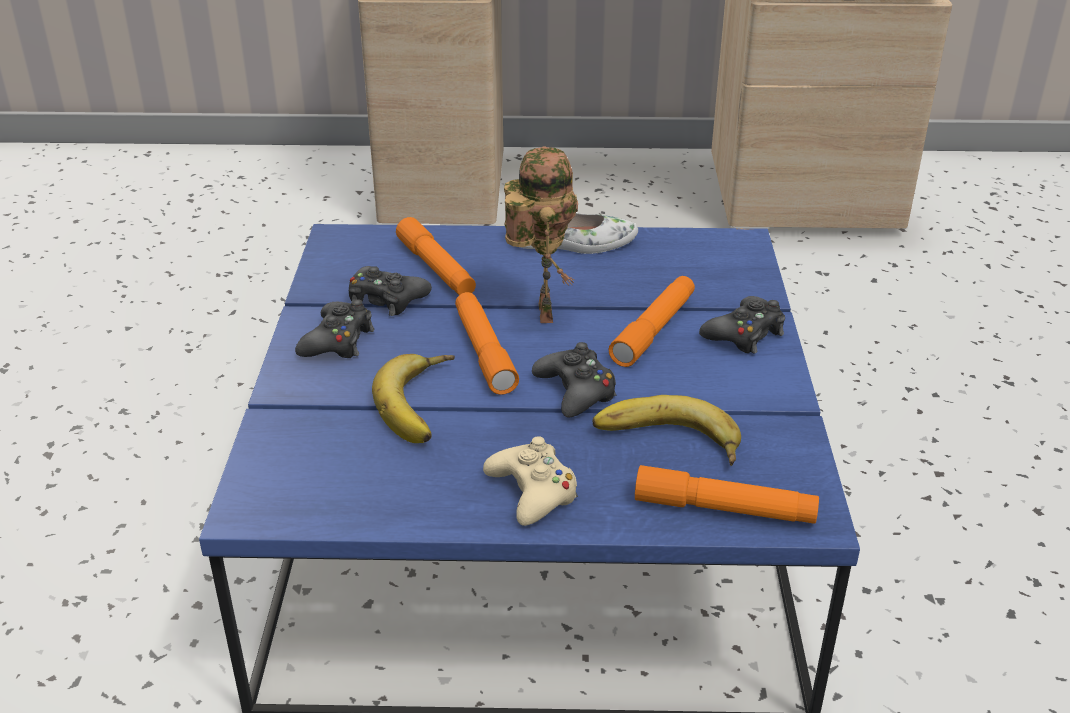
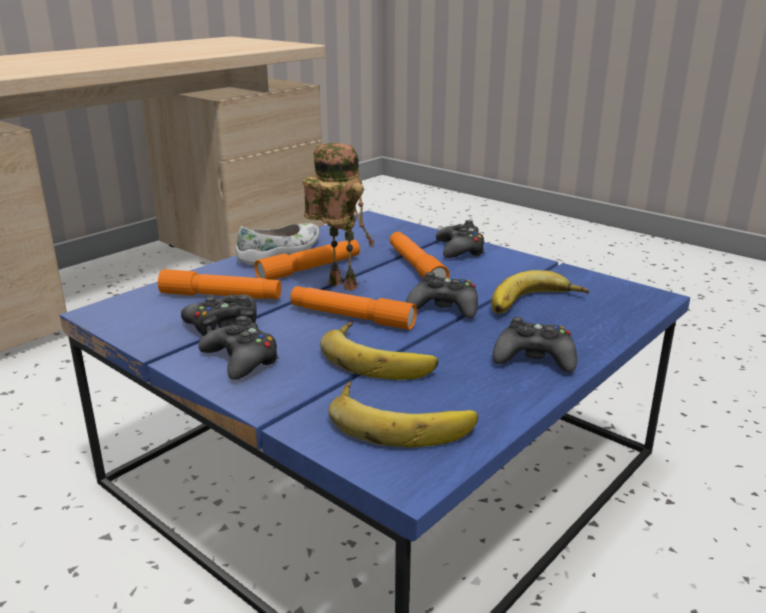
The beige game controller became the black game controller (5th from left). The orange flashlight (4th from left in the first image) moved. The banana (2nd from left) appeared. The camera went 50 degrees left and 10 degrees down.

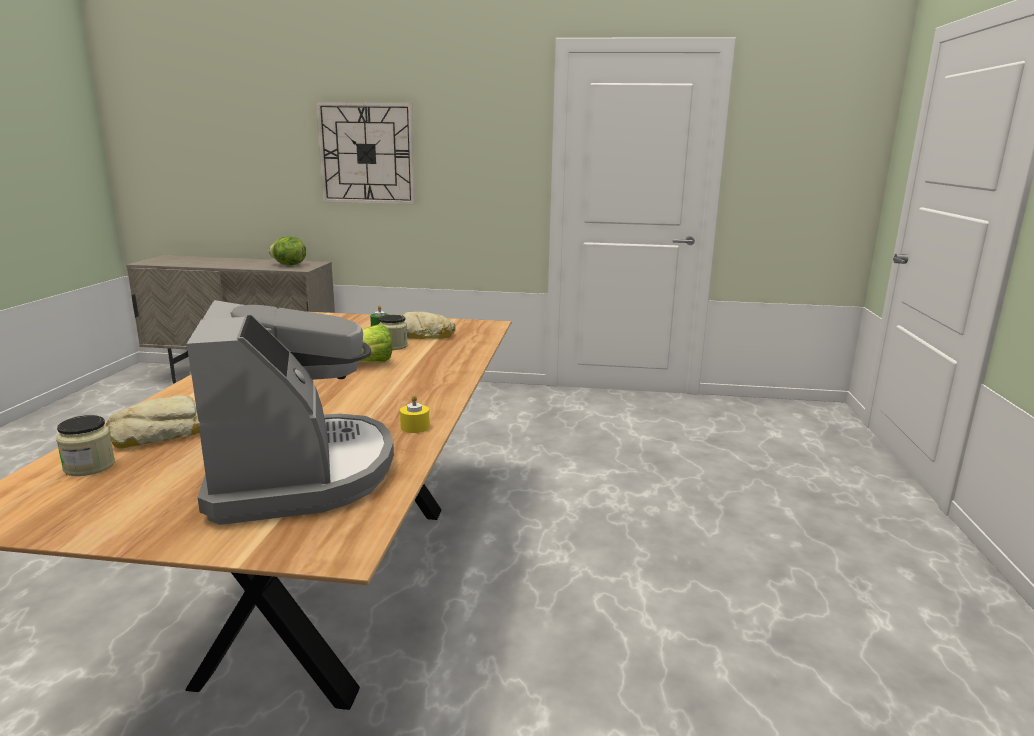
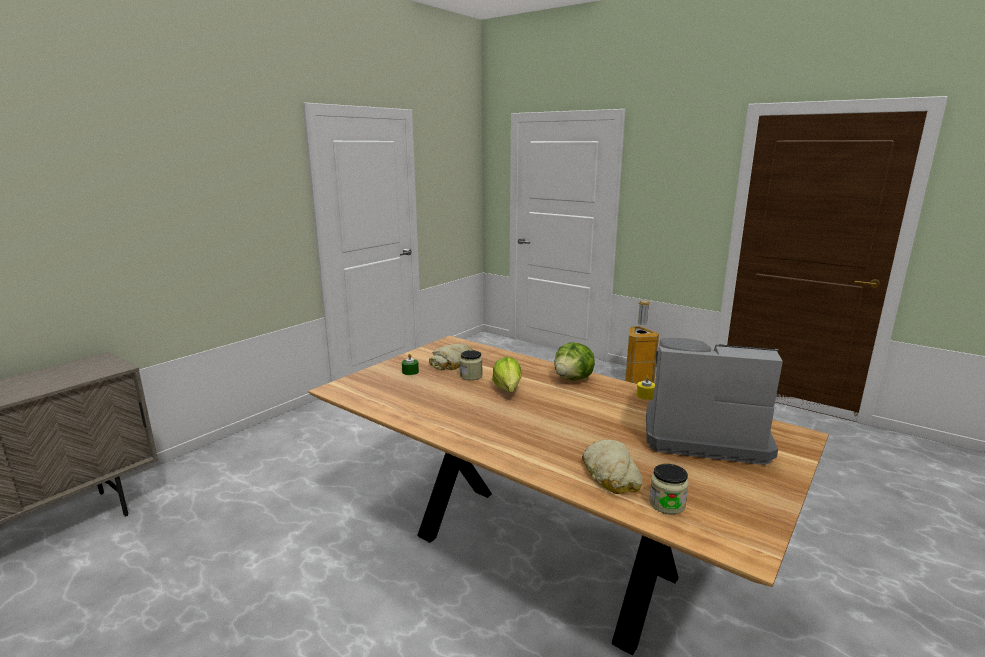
The wall clock disappeared. The lettuce (1st from left in the first image) moved. The trash can appeared. The camera went 60 degrees left and 0 degrees up.

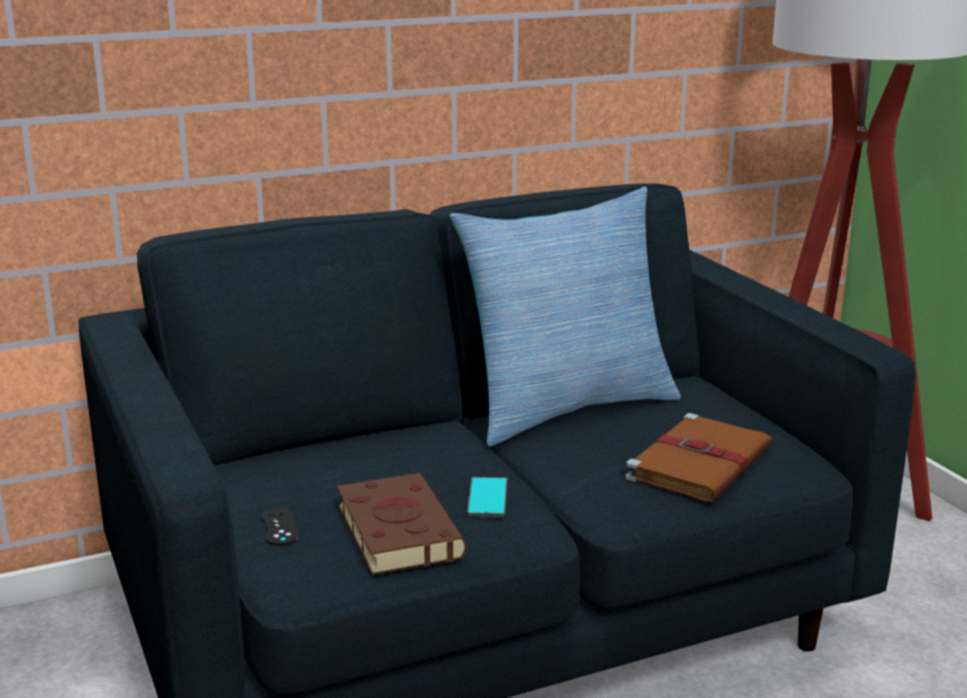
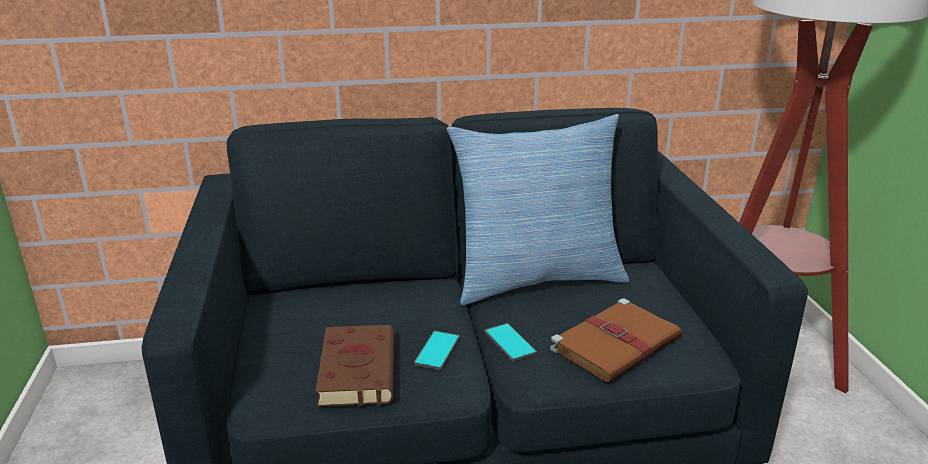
The black game controller disappeared. The phone (2nd from left) appeared. The camera went 15 degrees right and 5 degrees up.

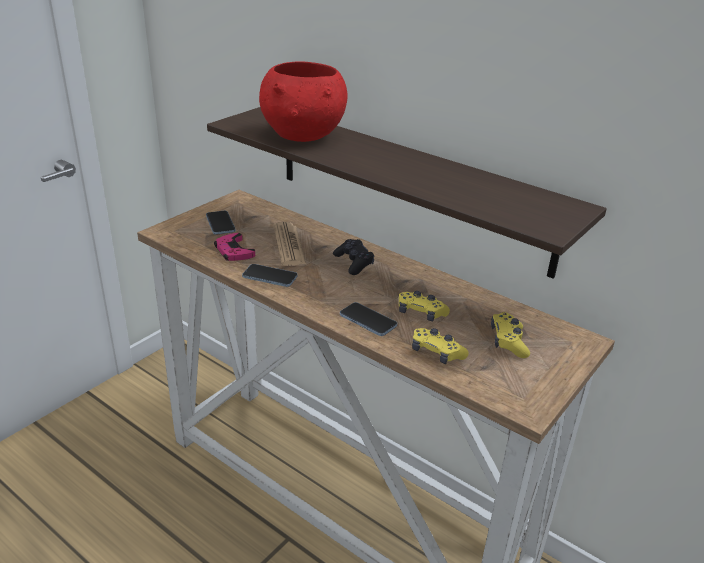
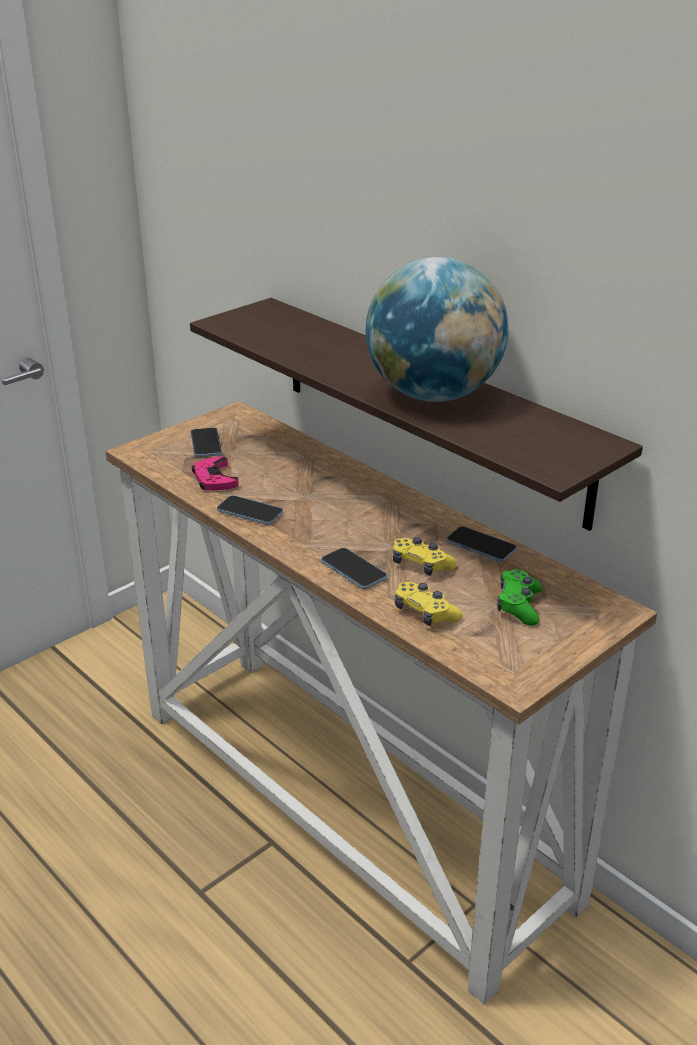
The red bowl disappeared. The newspaper disappeared. The black game controller disappeared. The yellow game controller (3rd from left) became the green game controller. The globe appeared. The phone (4th from left) appeared. The camera went 10 degrees right and 0 degrees up.

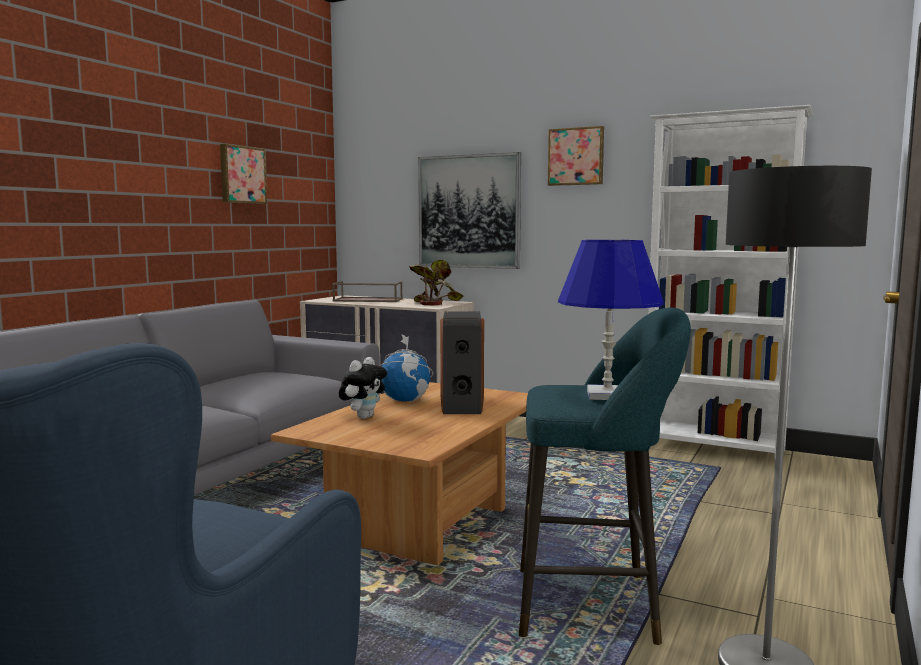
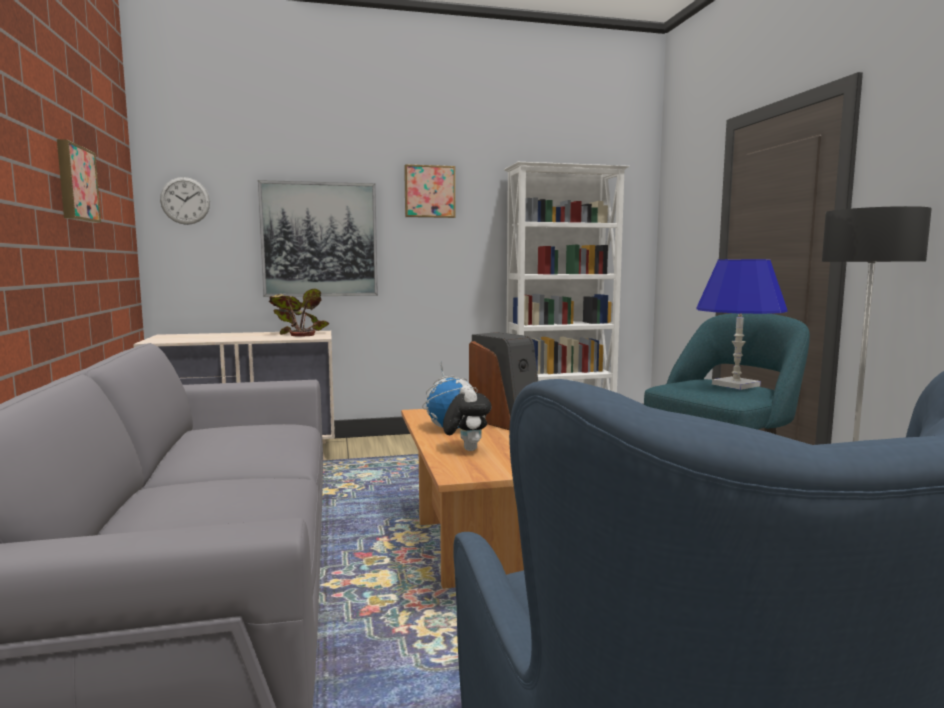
The brown tray disappeared. The wall clock appeared. The camera went 40 degrees left and 0 degrees up.

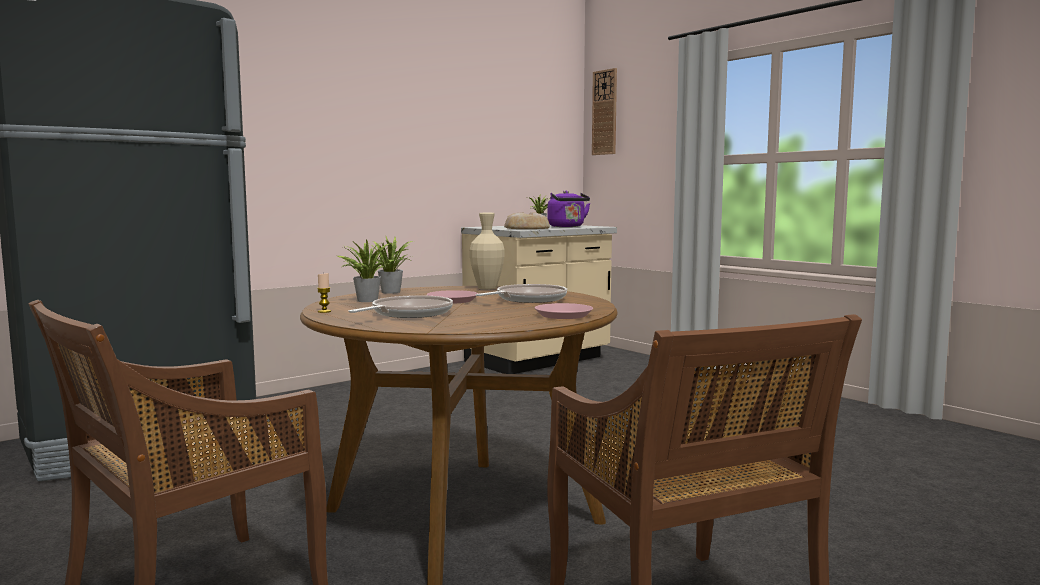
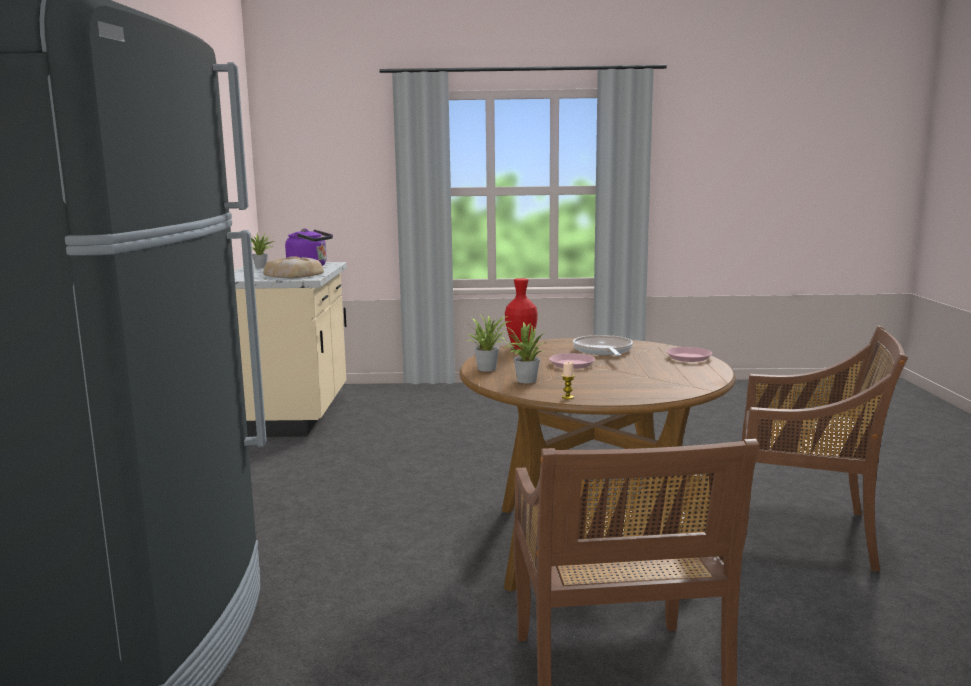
The wall clock disappeared. The beige vase became the red vase. The frying pan (1st from left) disappeared. The camera went 50 degrees left and 5 degrees up.

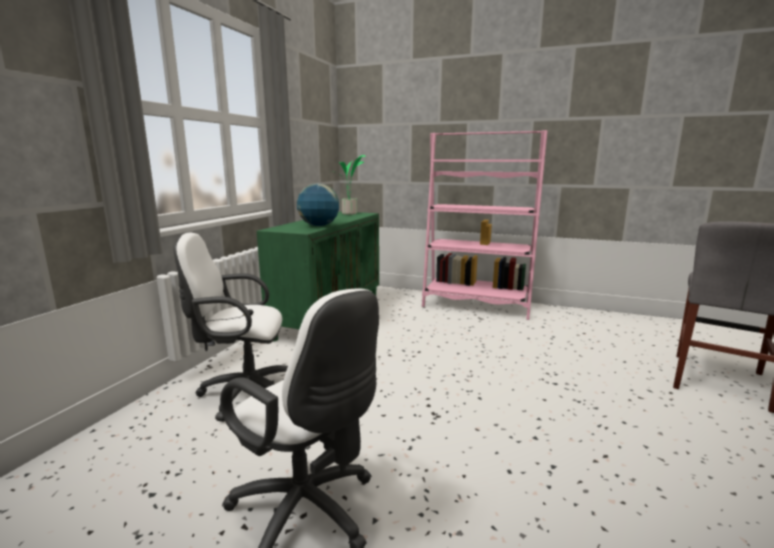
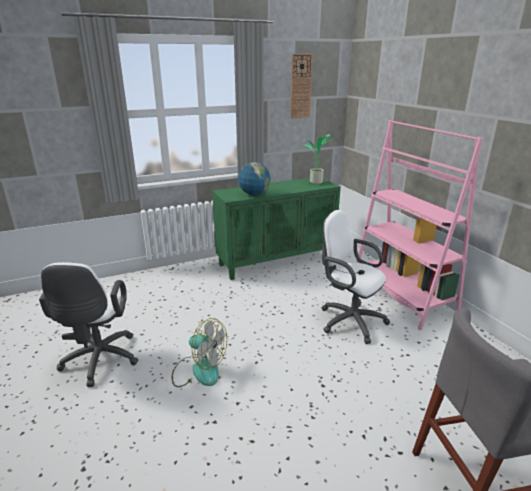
The white office chair (1st from left in the first image) moved. The wall clock appeared. The fan appeared. The camera went 45 degrees right and 10 degrees up.

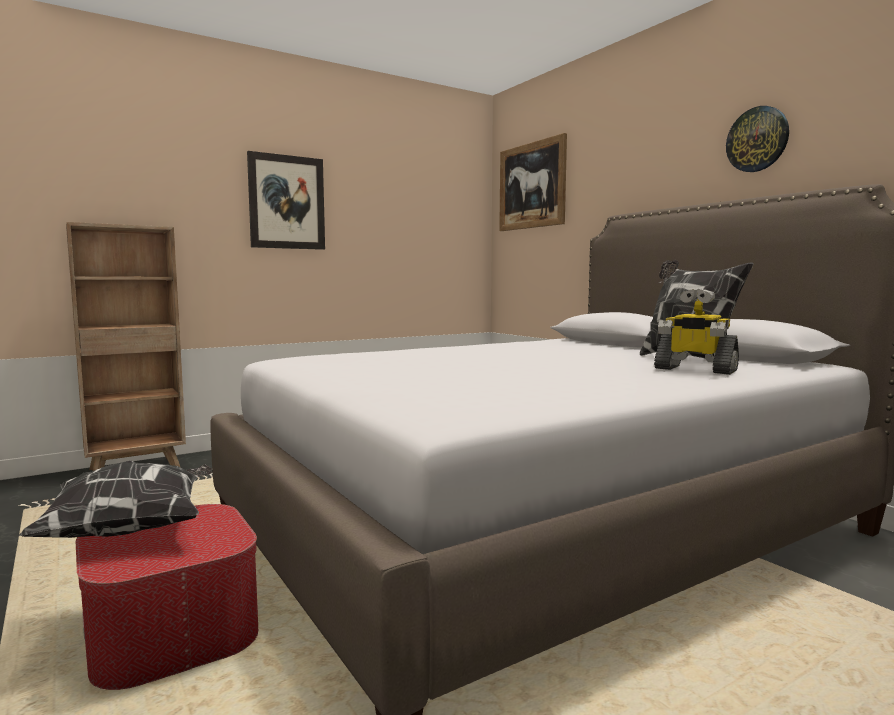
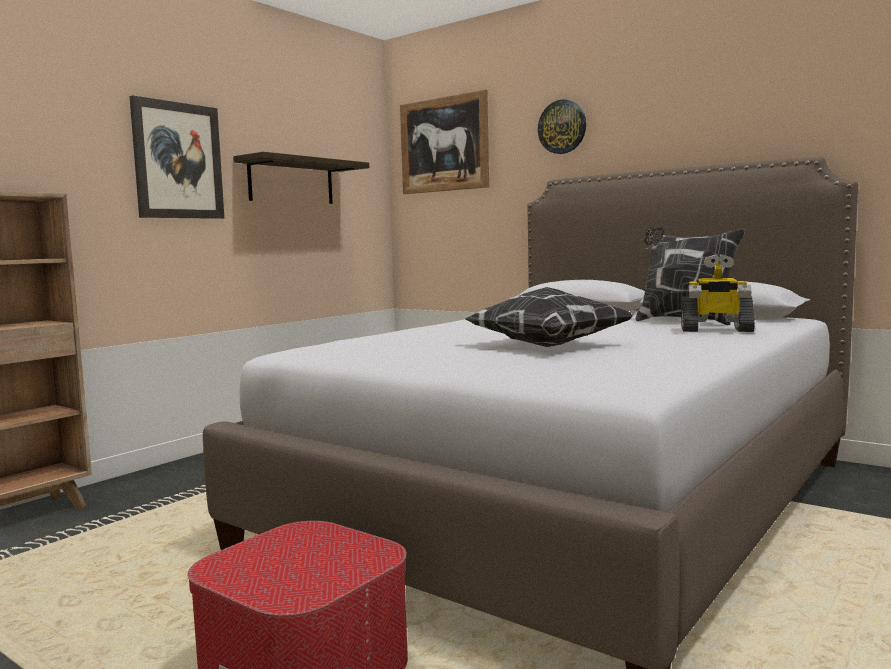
The wall clock moved. The pillow (1st from left) moved. The shelf appeared. The camera went 20 degrees left and 0 degrees up.

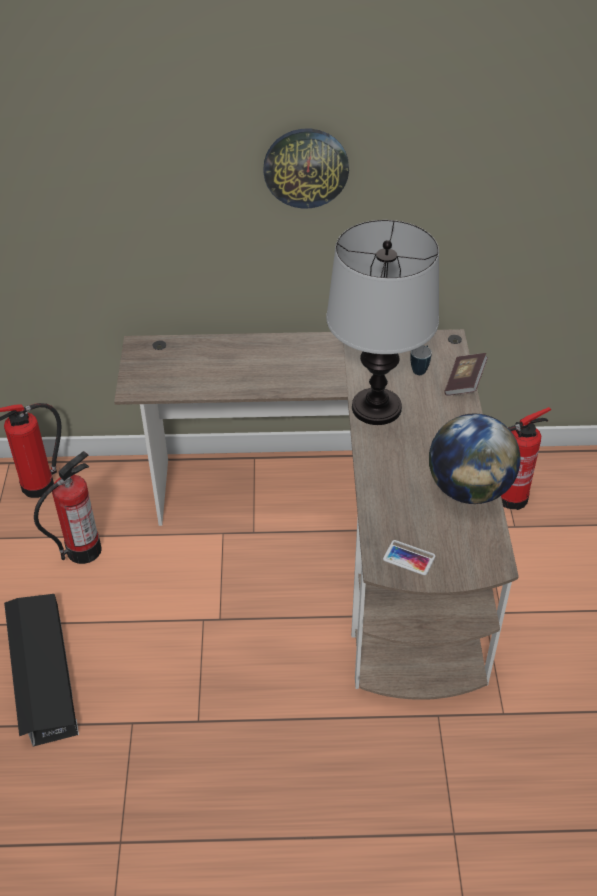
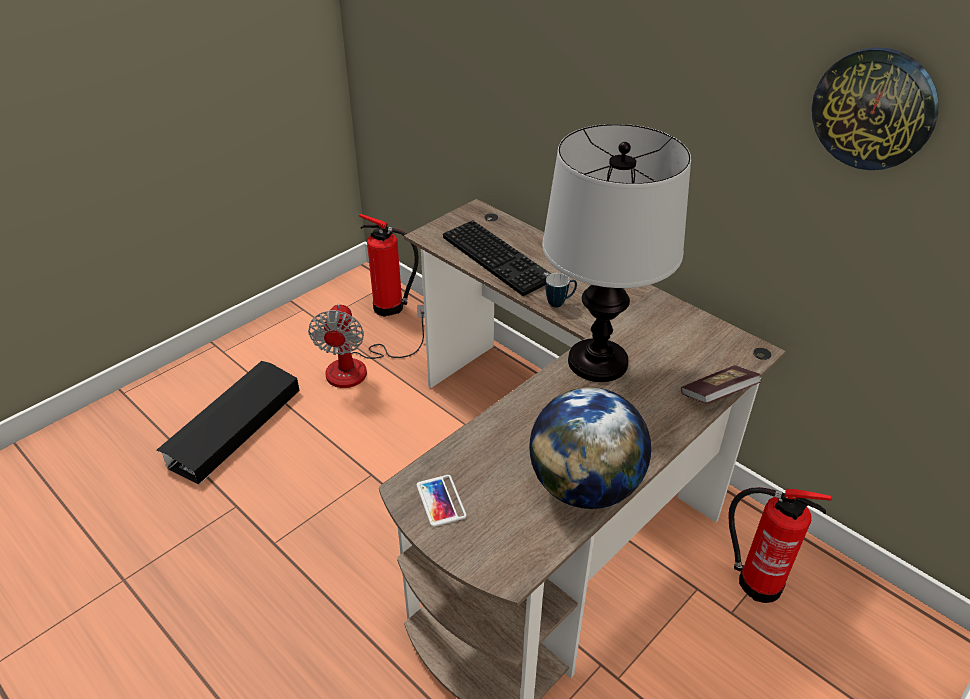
The wall clock moved. The mug moved. The fire extinguisher (2nd from left) was replaced by the fan. The keyboard appeared. The camera went 45 degrees right and 5 degrees down.

